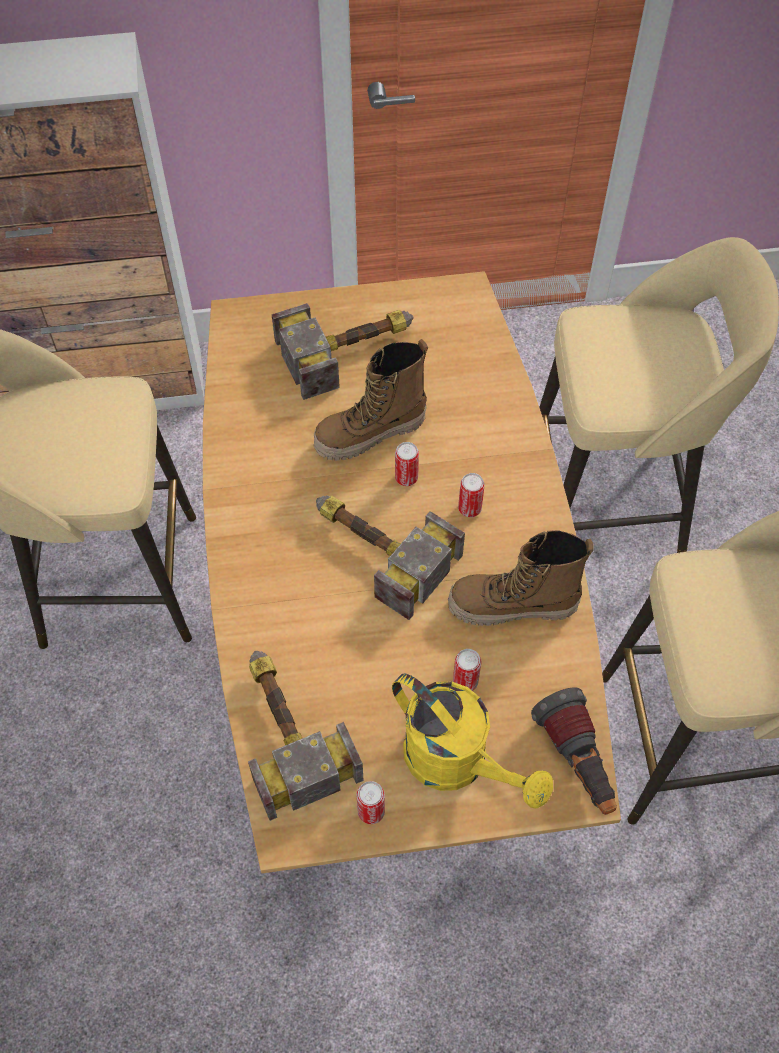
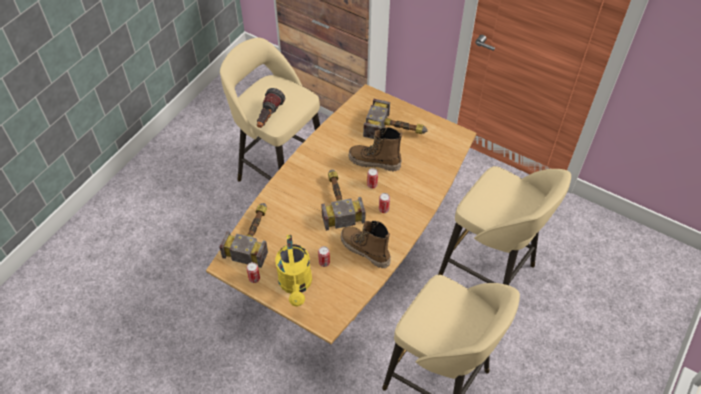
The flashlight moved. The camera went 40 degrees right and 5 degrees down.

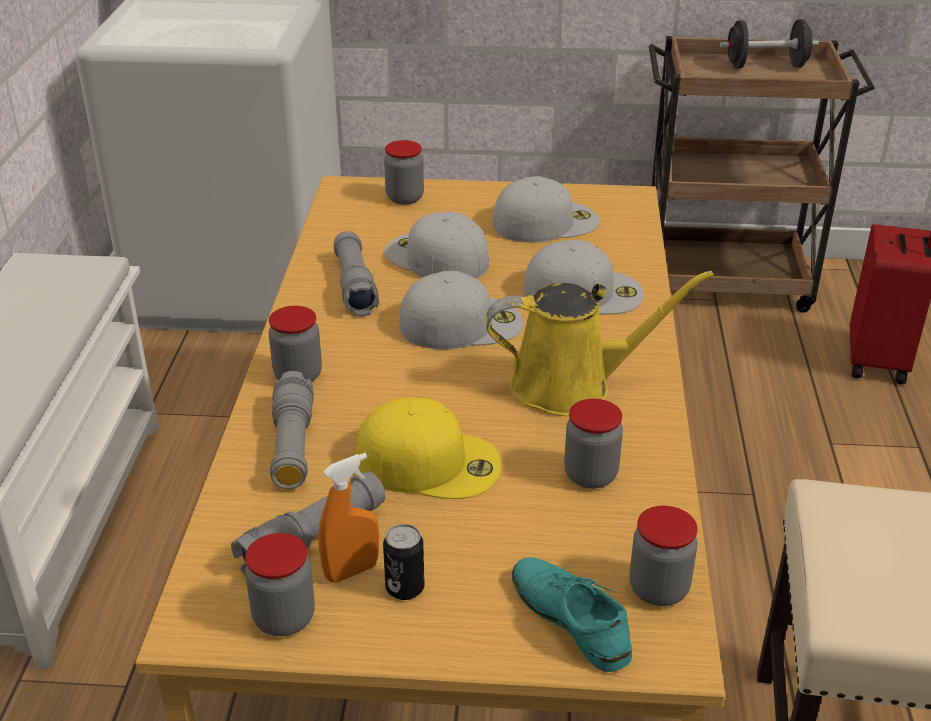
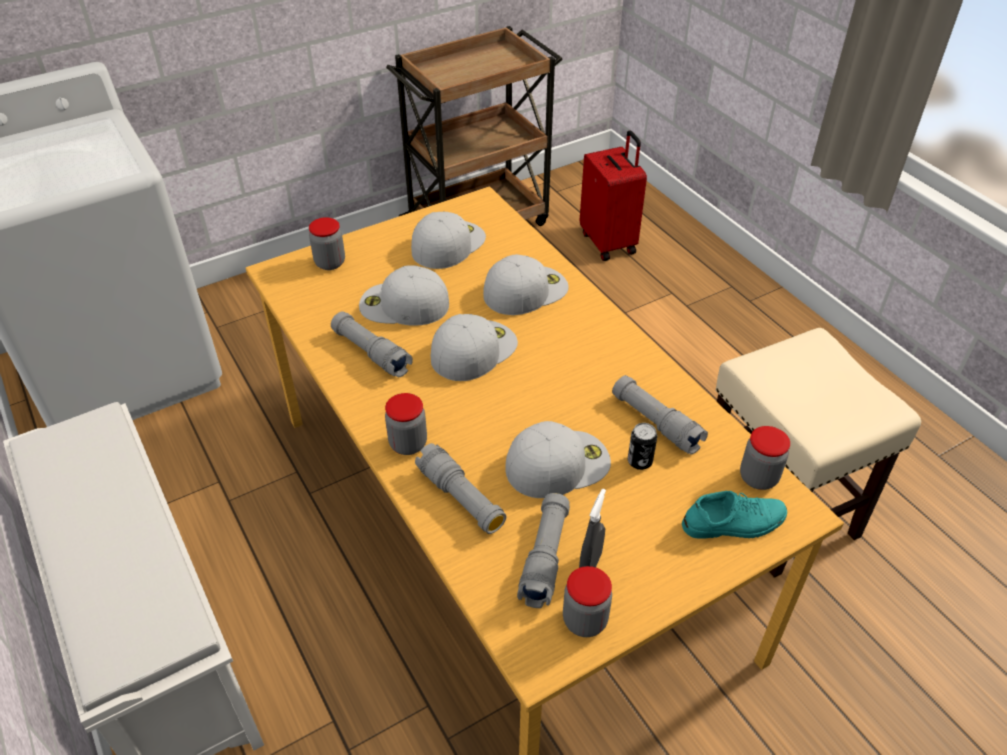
The black dumbbell disappeared. The yellow watering can disappeared. The yellow cap became the white cap (5th from left). The jar (4th from left) was replaced by the grey flashlight (4th from left). The orange spray bottle became the grey spray bottle. The can moved. The turquoise shoe turned 150 degrees clockwise. The camera went 35 degrees left and 10 degrees up.

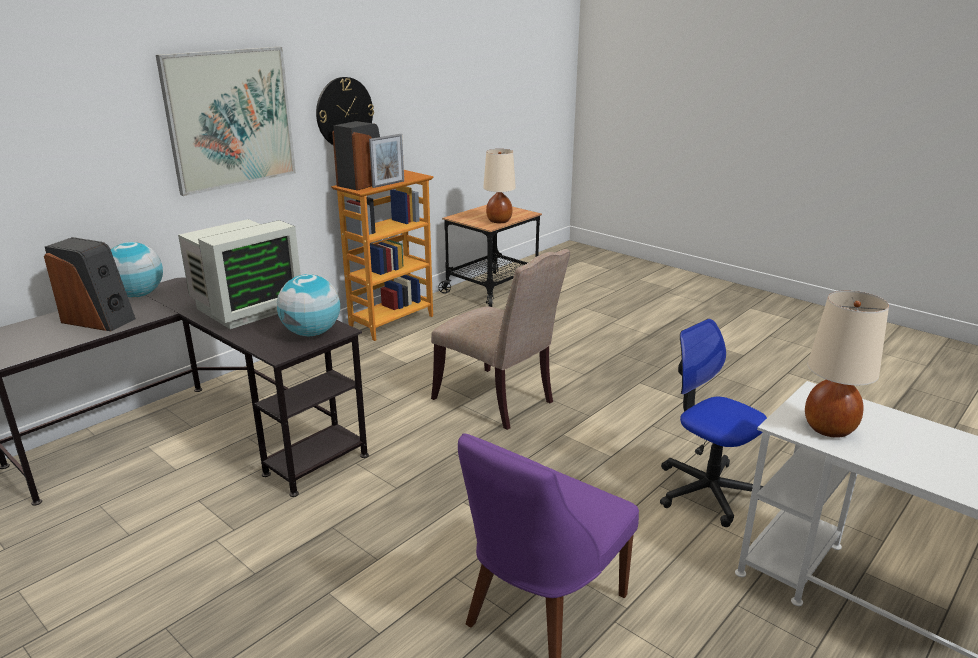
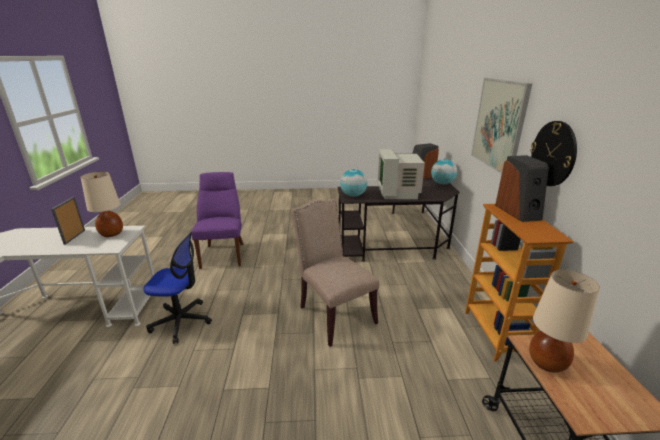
The picture frame moved. The beige chair turned 60 degrees clockwise. The camera went 135 degrees right and 0 degrees up.

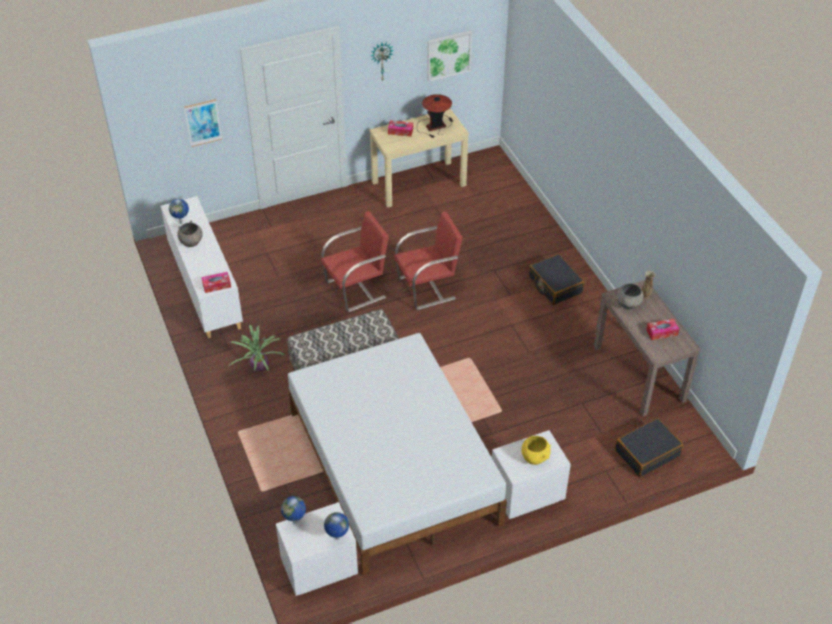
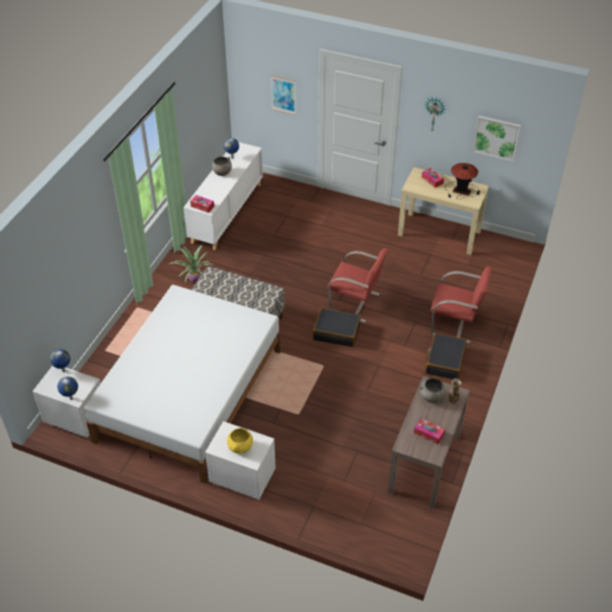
The red chair (1st from left in the first image) moved. The black suitcase (2nd from left in the first image) moved. The camera went 45 degrees right and 0 degrees up.

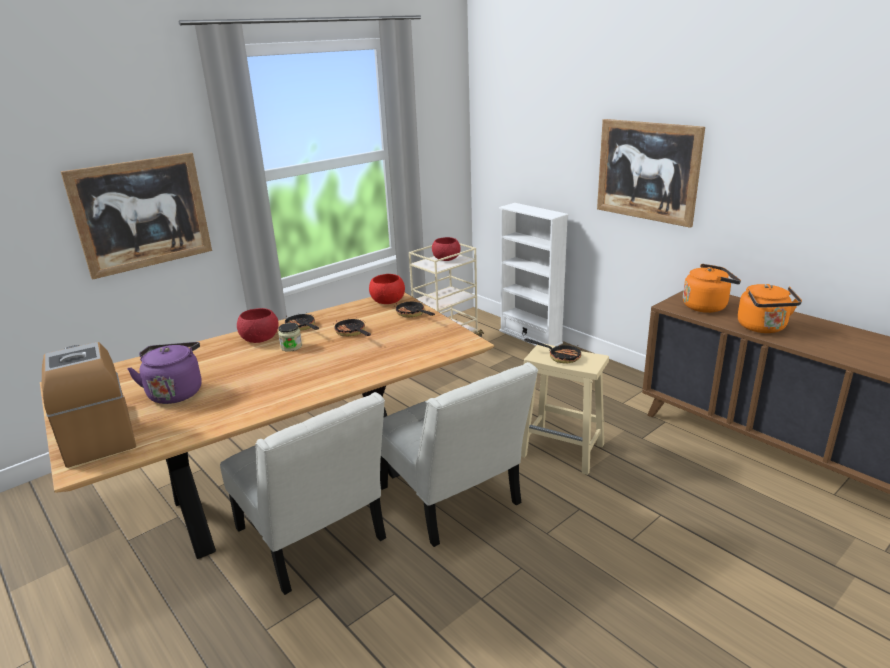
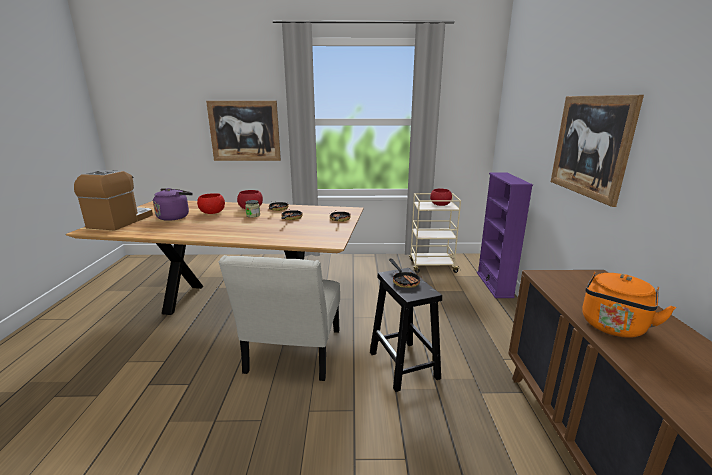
The white bookcase became the purple bookcase. The orange kettle (1st from left) disappeared. The red bowl (2nd from left in the first image) moved. The beige stool became the black stool. The white chair (1st from left) disappeared. The camera went 40 degrees right and 5 degrees down.

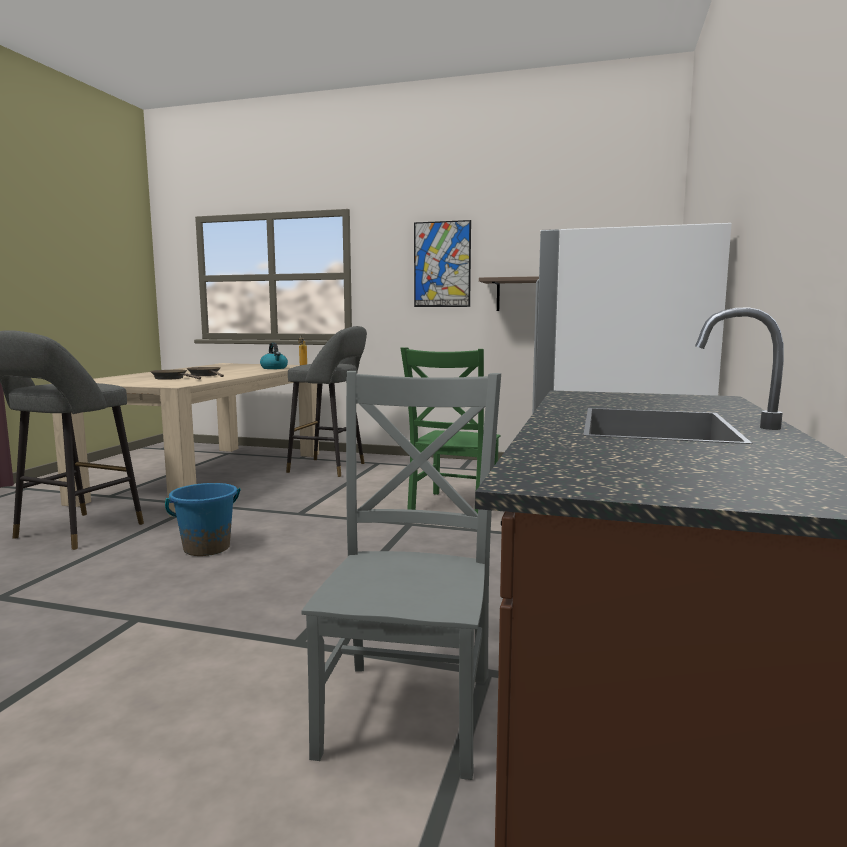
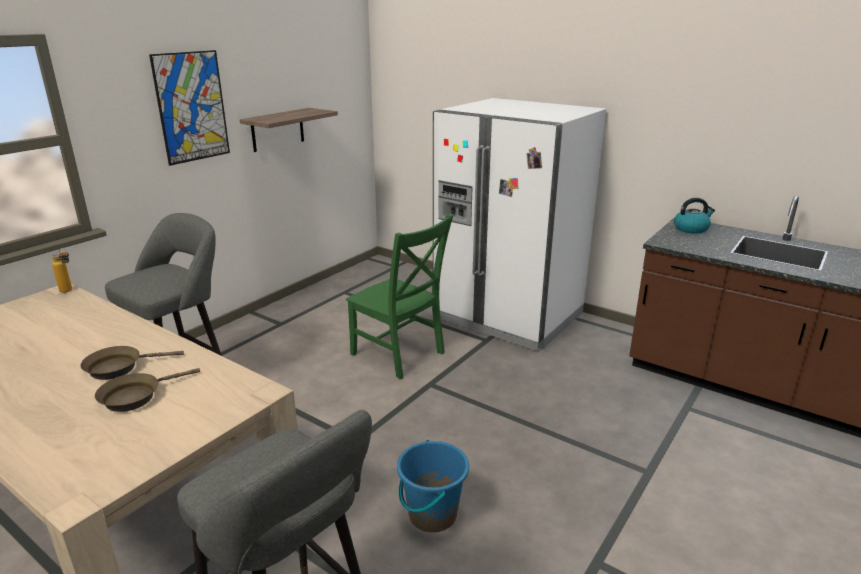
The kettle moved. The grey chair disappeared. The camera went 70 degrees left and 15 degrees up.

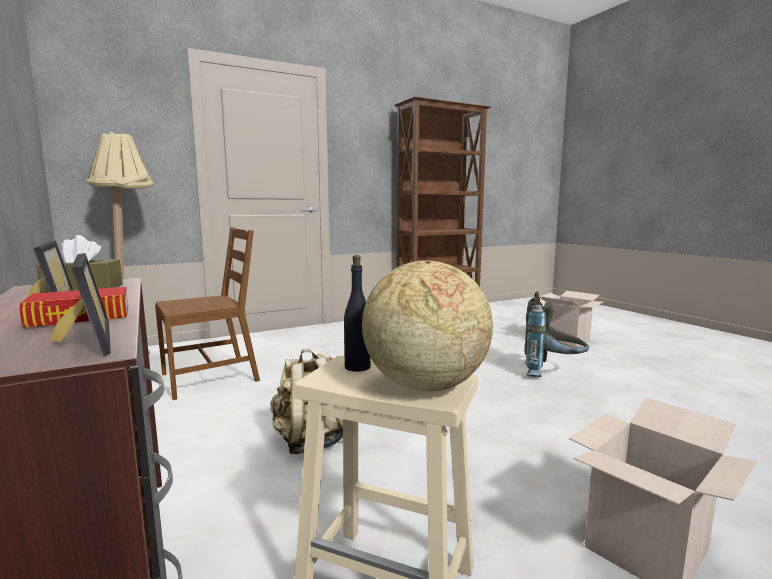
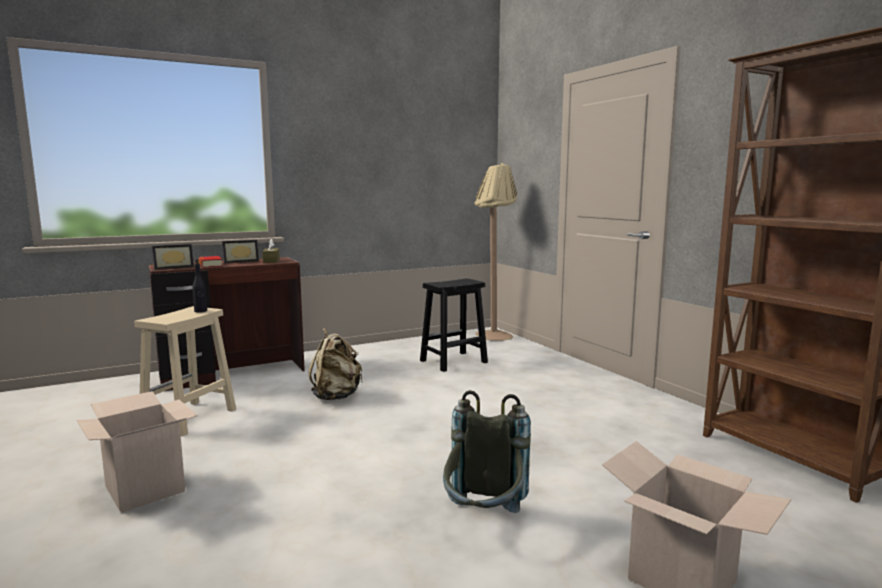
The brown chair was replaced by the black stool. The globe disappeared. The camera went 90 degrees right and 0 degrees up.

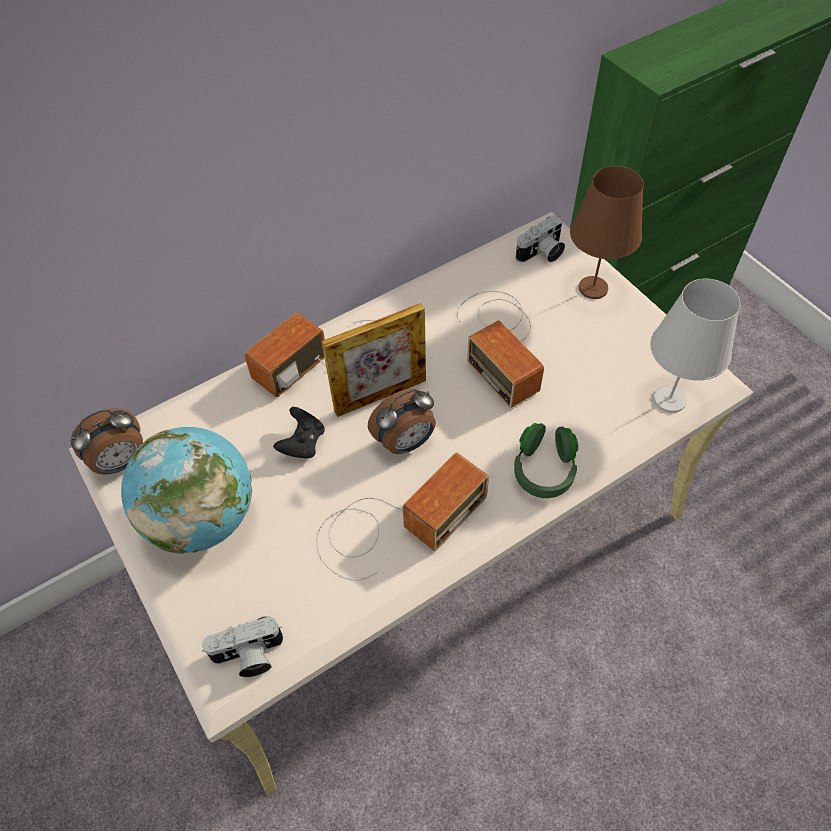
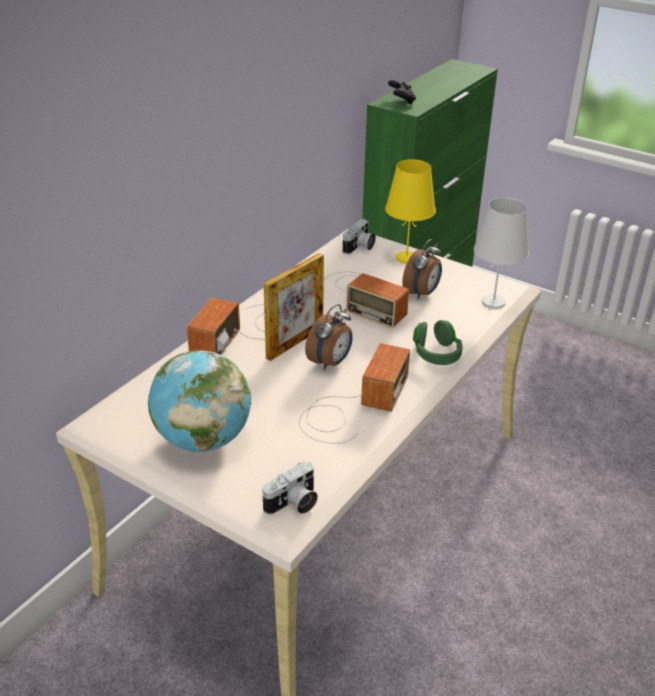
The brown table lamp became the yellow table lamp. The black game controller moved. The alarm clock (1st from left in the first image) moved. The camera went 25 degrees left and 20 degrees down.

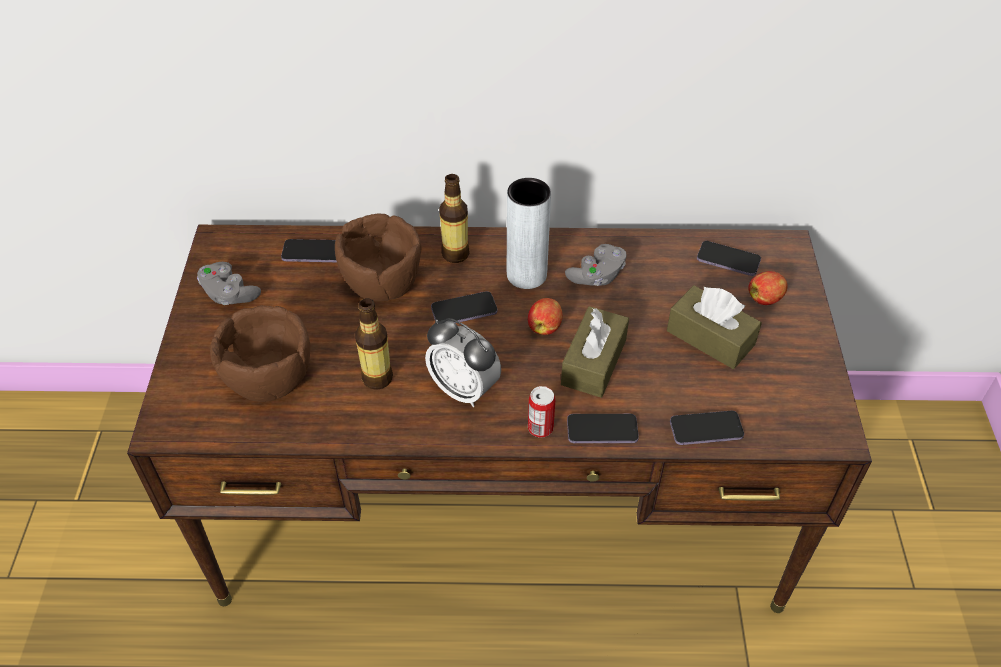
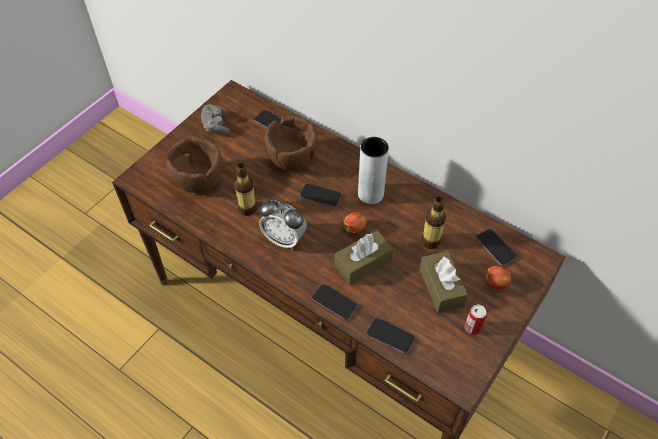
The bottle (2nd from left) moved. The grey game controller (2nd from left) disappeared. The alarm clock turned 45 degrees counterclockwise. The can moved. The camera went 35 degrees right and 5 degrees up.

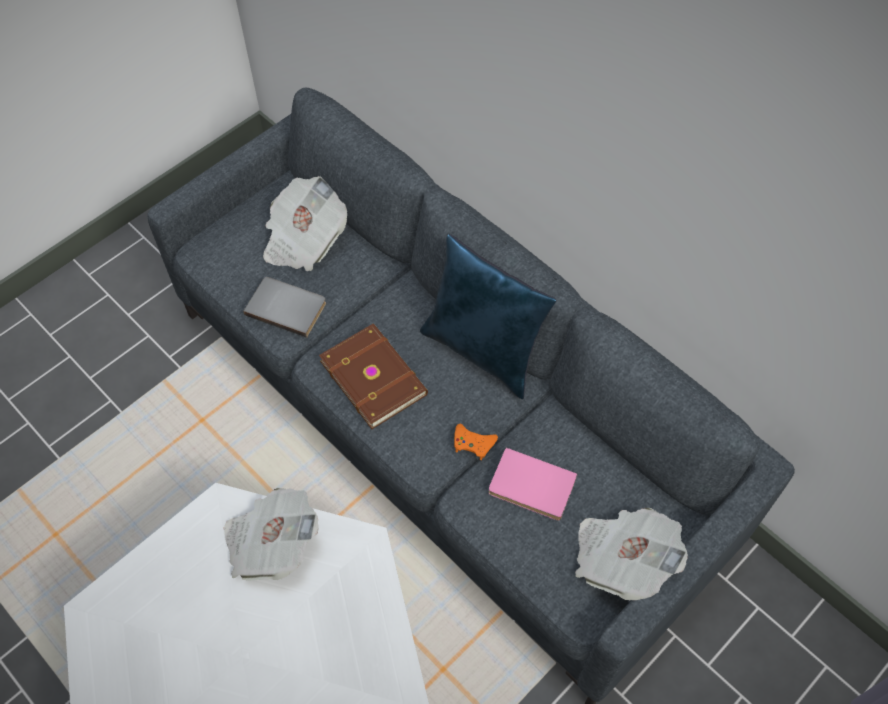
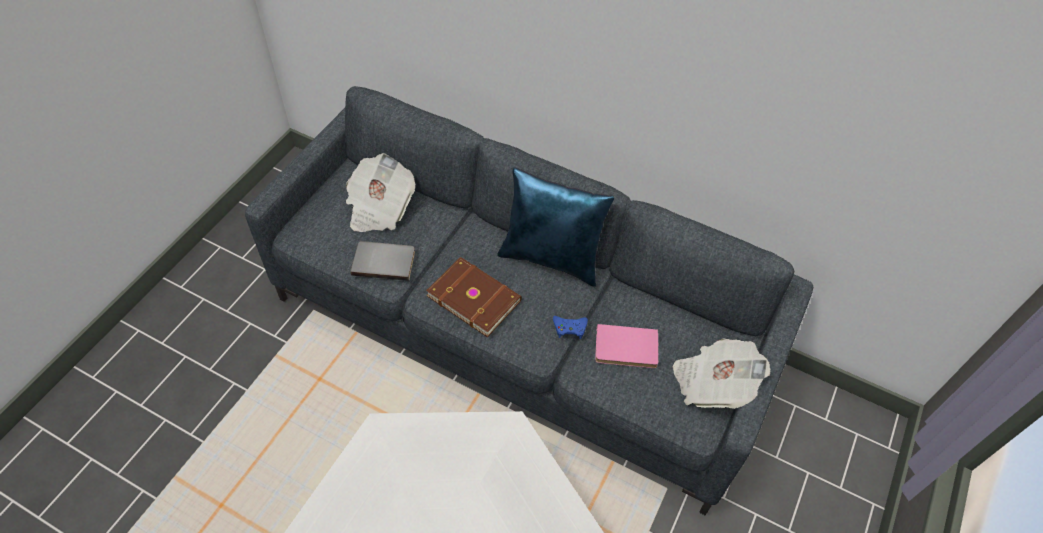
The orange game controller became the blue game controller. The newspaper (1st from left) disappeared. The camera went 20 degrees left and 5 degrees down.

